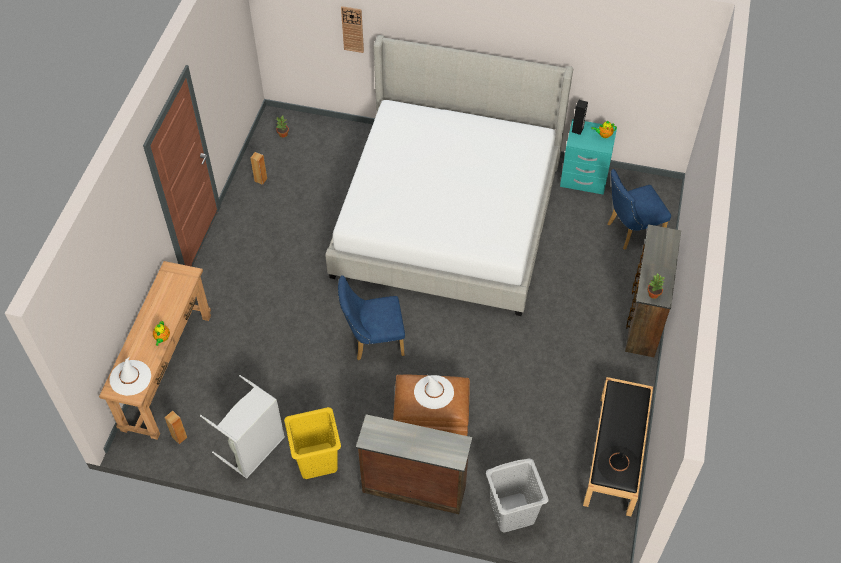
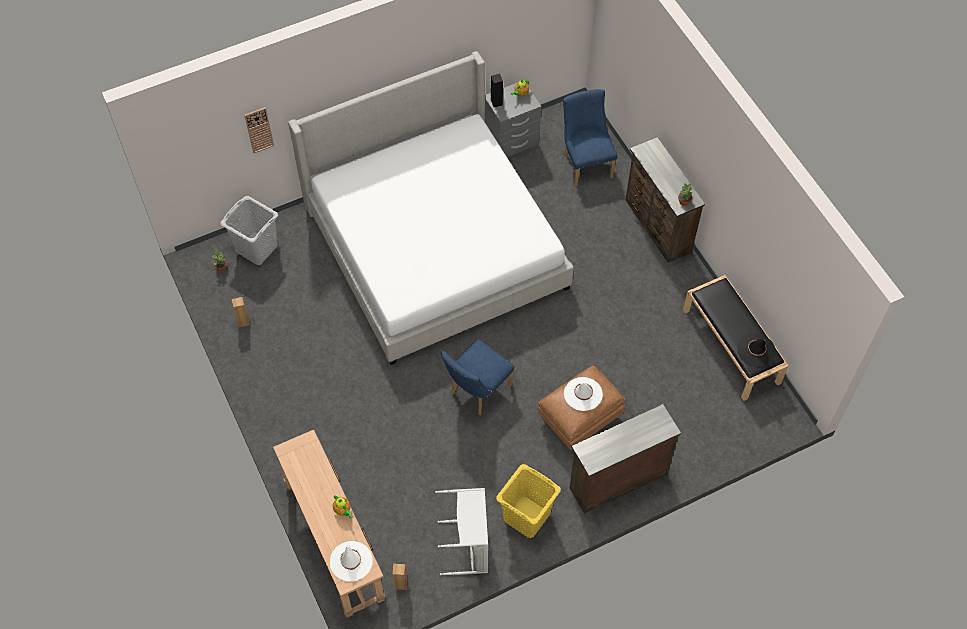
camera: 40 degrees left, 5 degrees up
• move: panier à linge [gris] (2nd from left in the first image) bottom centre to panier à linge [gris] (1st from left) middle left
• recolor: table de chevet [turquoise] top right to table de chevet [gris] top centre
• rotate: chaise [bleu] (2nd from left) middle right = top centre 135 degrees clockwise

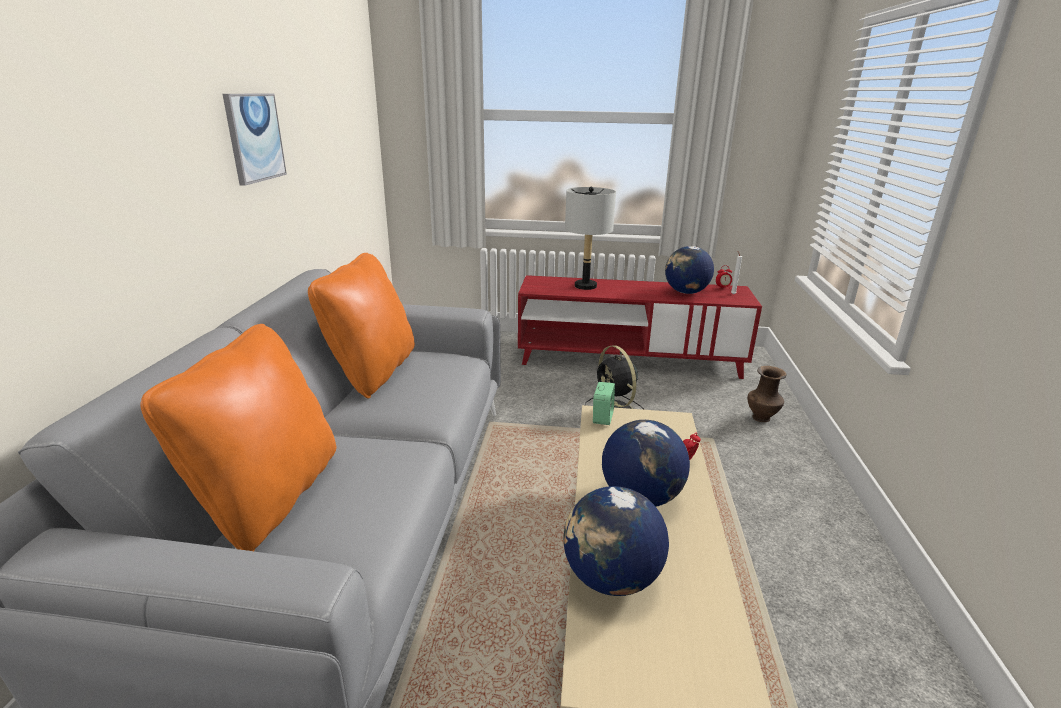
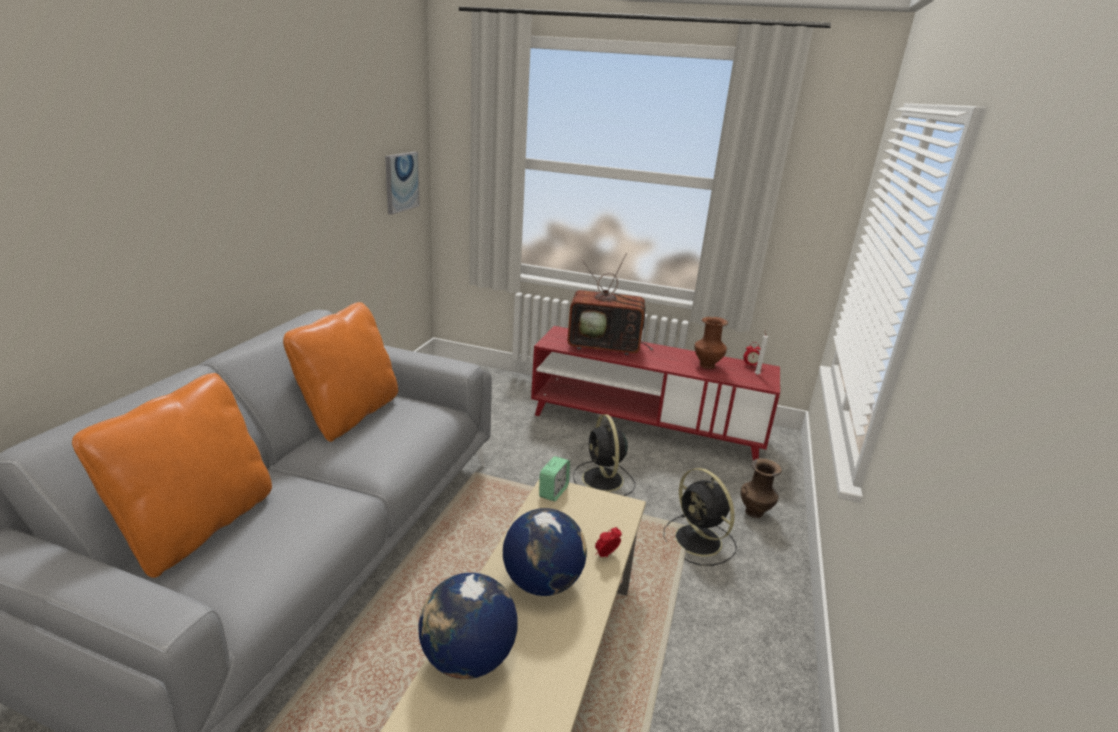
camera: 10 degrees right, 0 degrees up
• insert: ventilateur [noir] (2nd from left) bottom centre
• move: tableau top left to top centre
• replace: lampe de table [gris] centre to téléviseur centre
• replace: globe (3rd from left) centre to vase [marron] (1st from left) centre

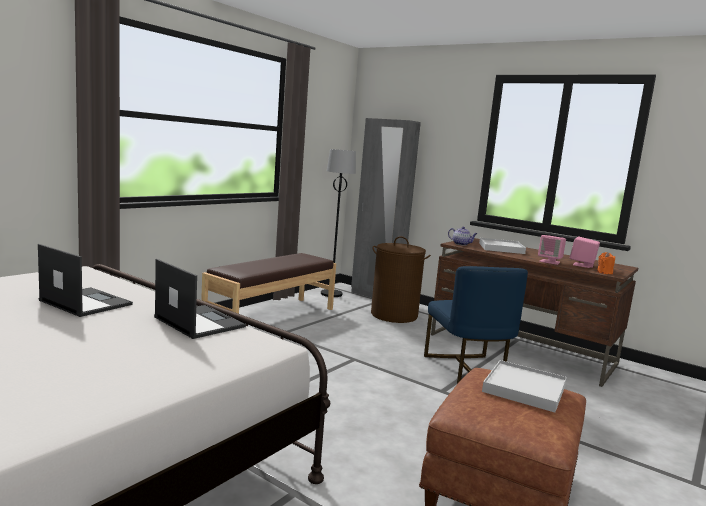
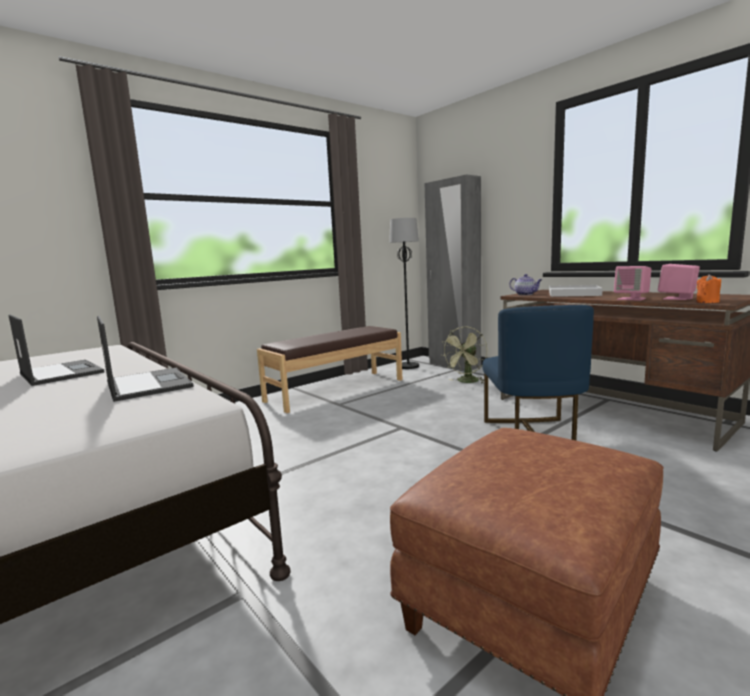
camera: 15 degrees right, 0 degrees up
• delete: plateau [blanc] (2nd from left) bottom right
• replace: panier à linge [marron] centre to ventilateur [vert] centre

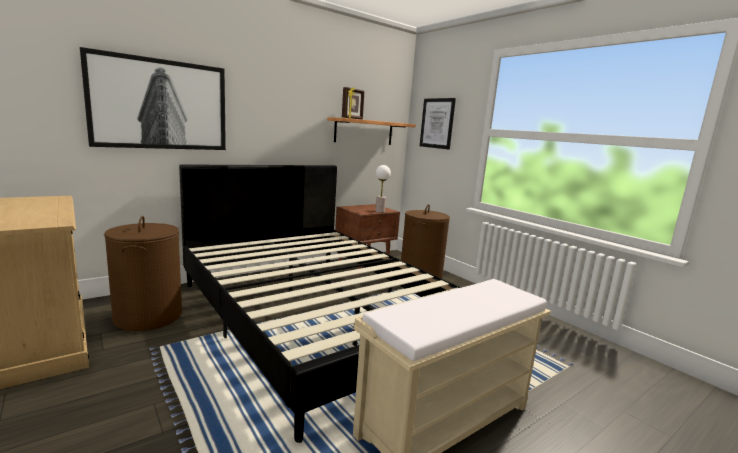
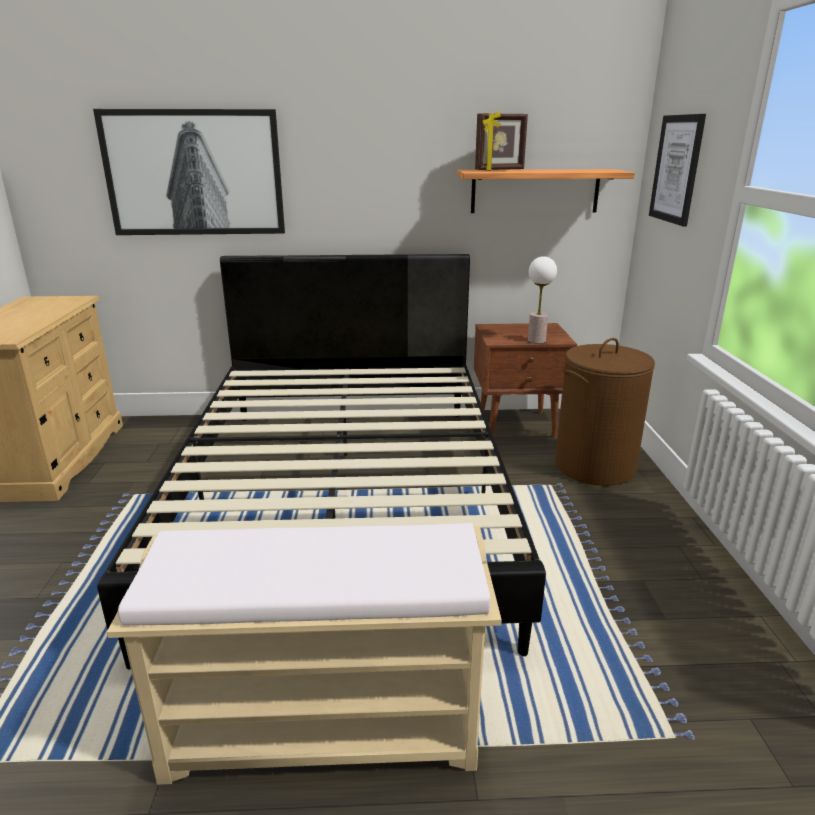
camera: 35 degrees right, 10 degrees up
• delete: panier à linge [marron] (1st from left) middle left

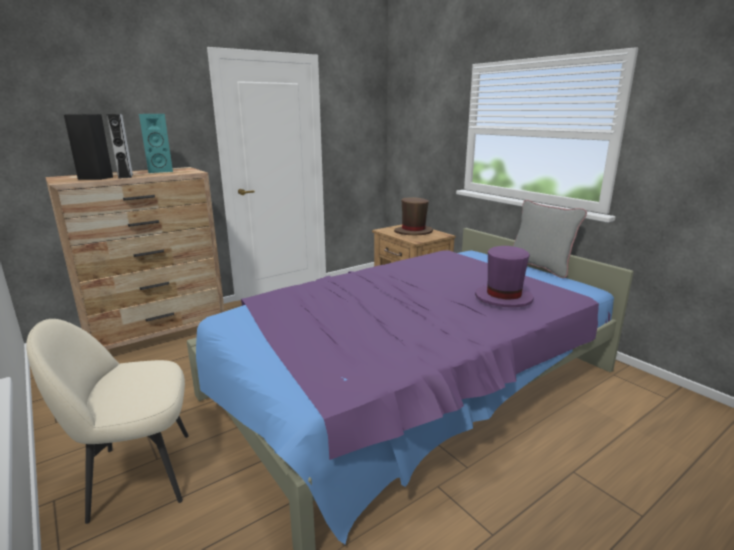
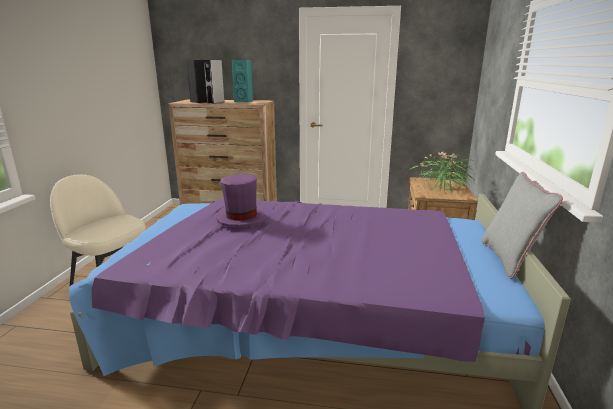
camera: 45 degrees right, 0 degrees up
• move: chapeau [violet] middle right to centre
• replace: chapeau [marron] centre to plante en pot middle right

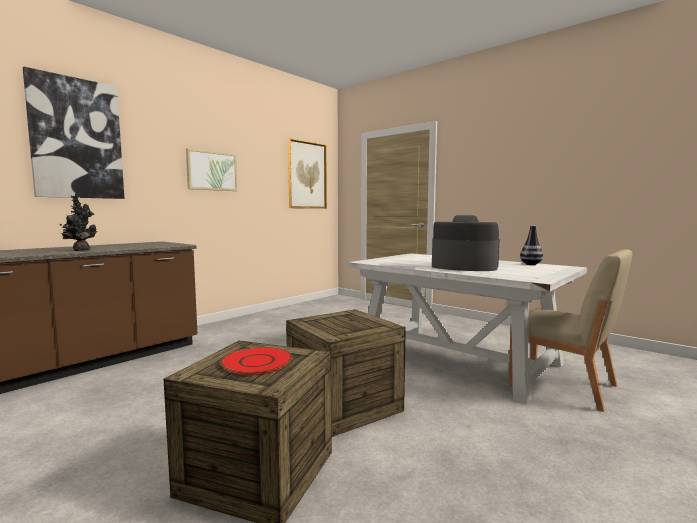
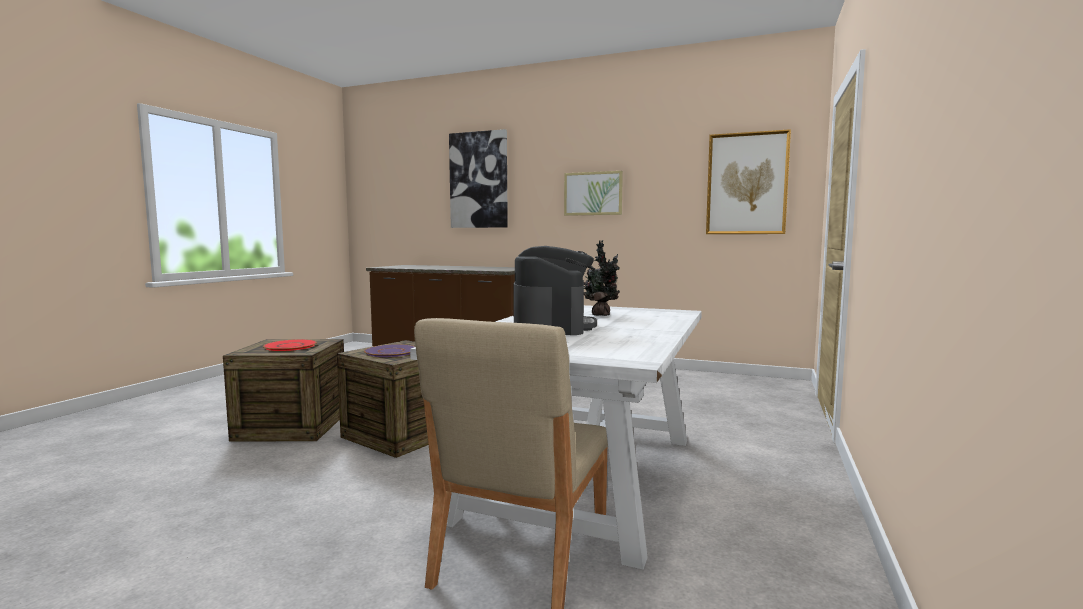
camera: 70 degrees right, 0 degrees up
• delete: vase middle right
• insert: assiette [violet] centre
• move: plante en pot middle left to centre

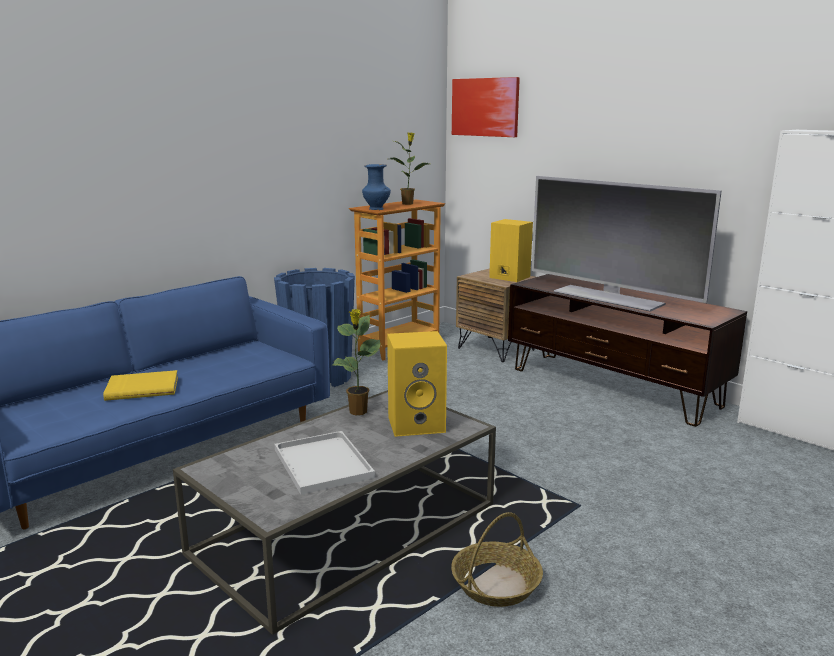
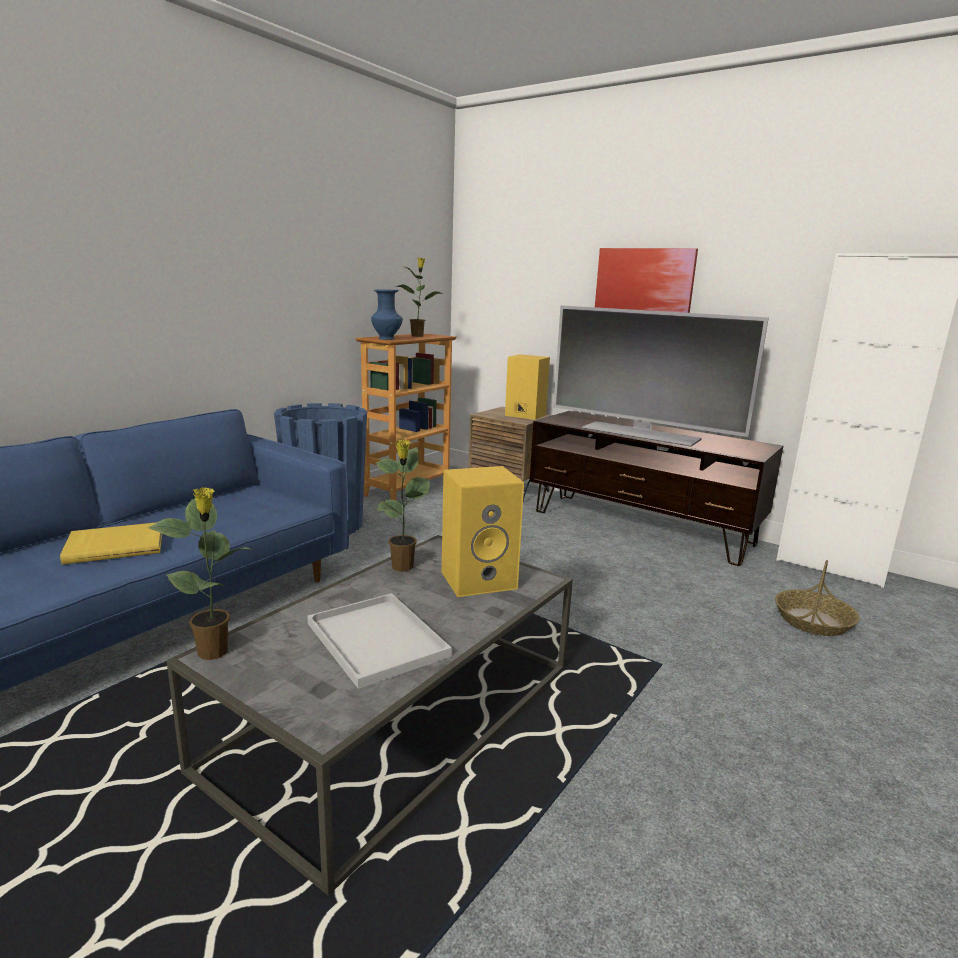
camera: 10 degrees left, 0 degrees up
• insert: plante en pot (1st from left) middle left
• move: panier bottom centre to middle right
• move: tableau top centre to top right

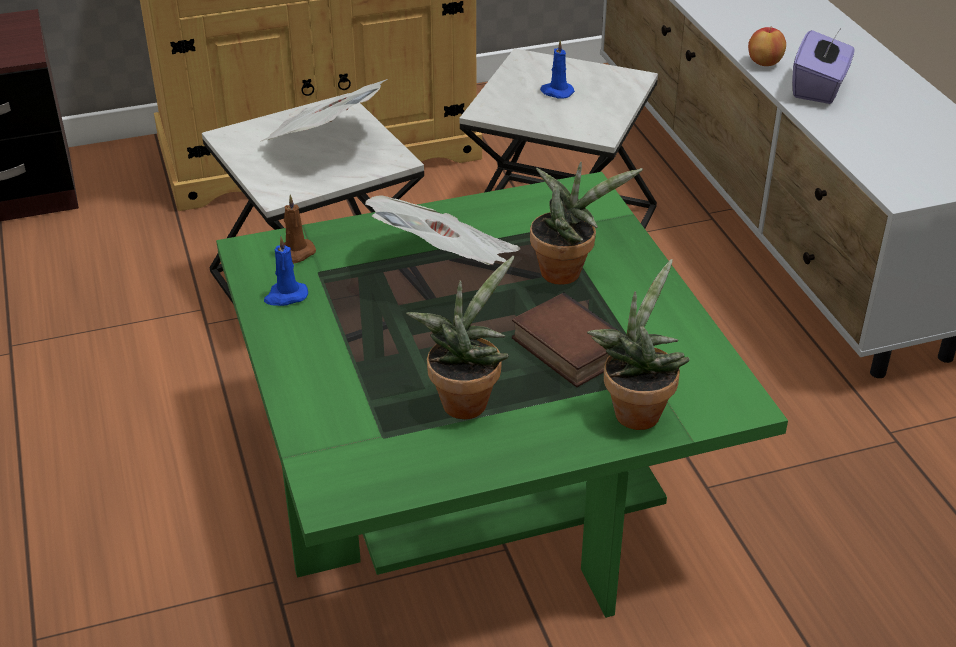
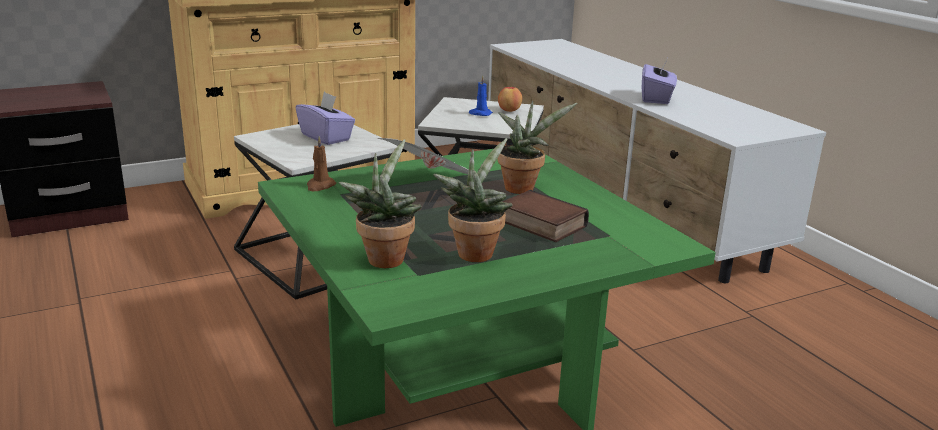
camera: 10 degrees left, 15 degrees down
• delete: bougie [bleu] (1st from left) middle left
• move: plante en pot (3rd from left in the first image) middle right to plante en pot (1st from left) centre
• move: pomme top right to top centre
• replace: journal (1st from left) top centre to boîte à mouchoirs [violet] (1st from left) top centre

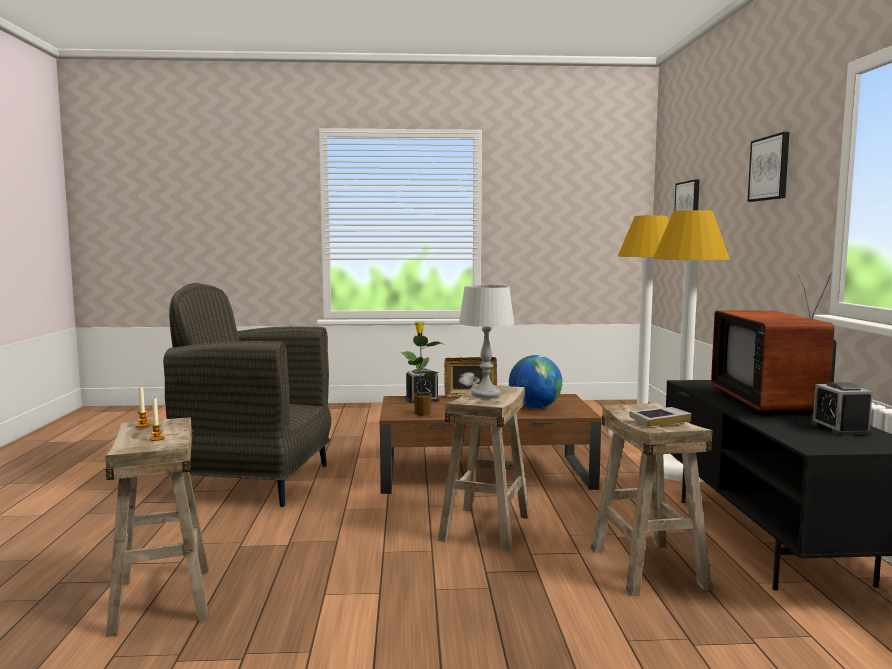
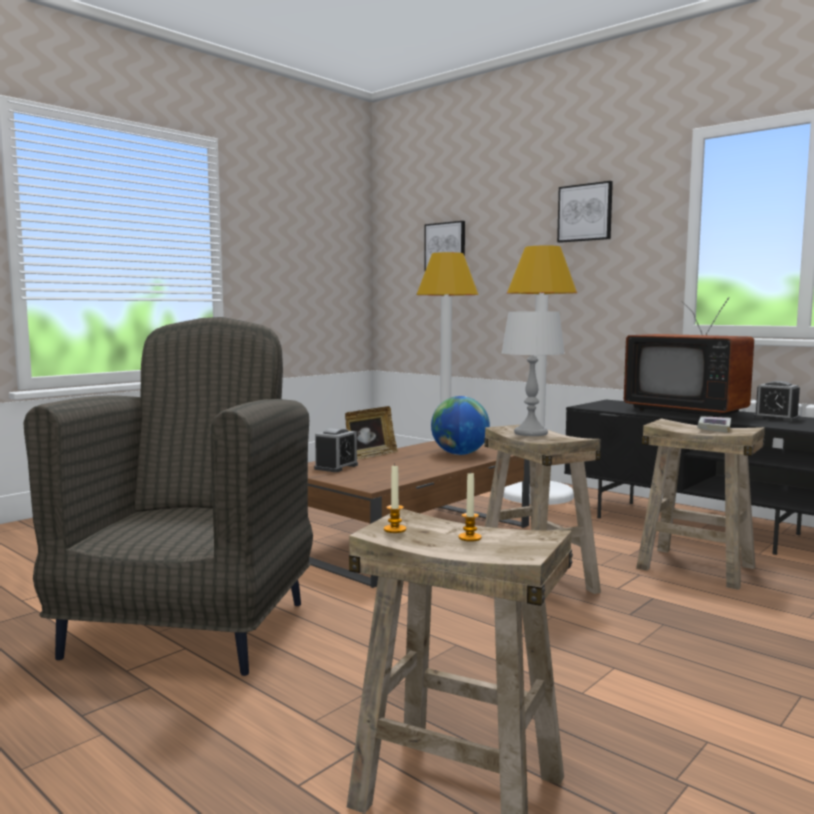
camera: 45 degrees left, 0 degrees up
• delete: plante en pot centre
• rotate: fauteuil [gris] middle left = middle left 135 degrees clockwise

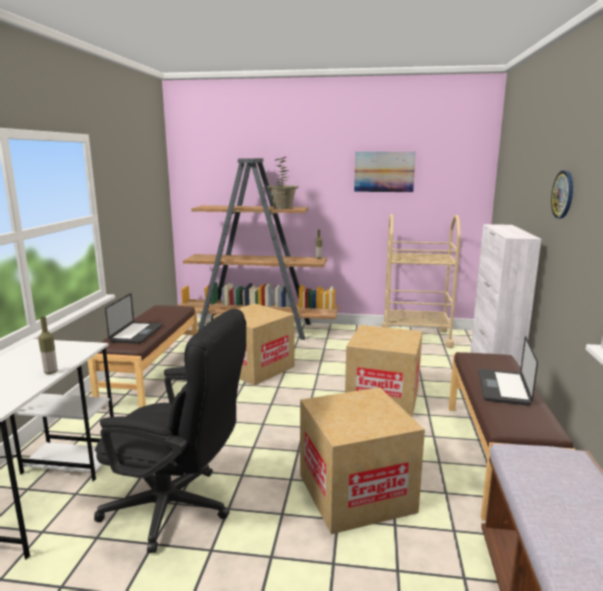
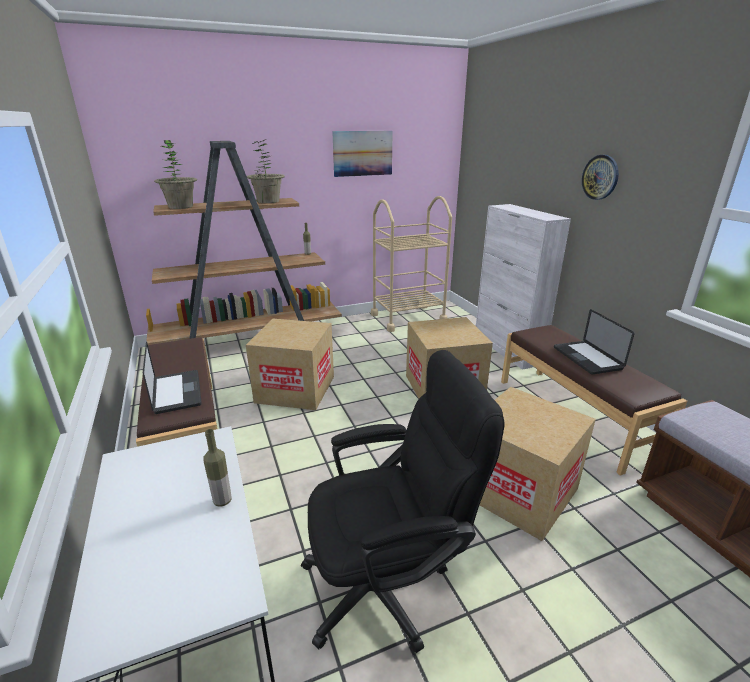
camera: 30 degrees left, 10 degrees up
• insert: plante en pot (1st from left) top left

